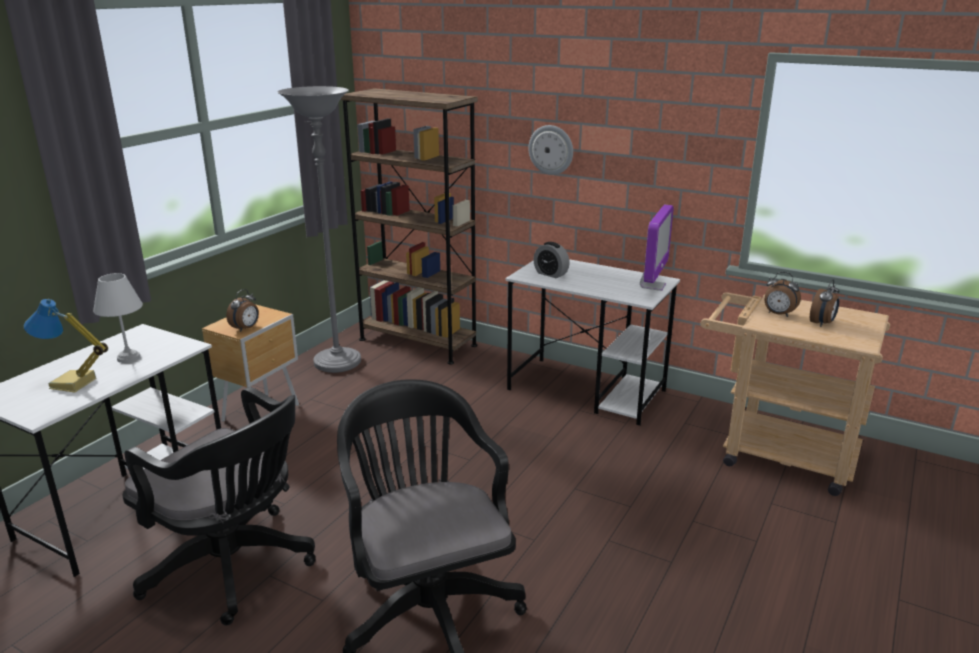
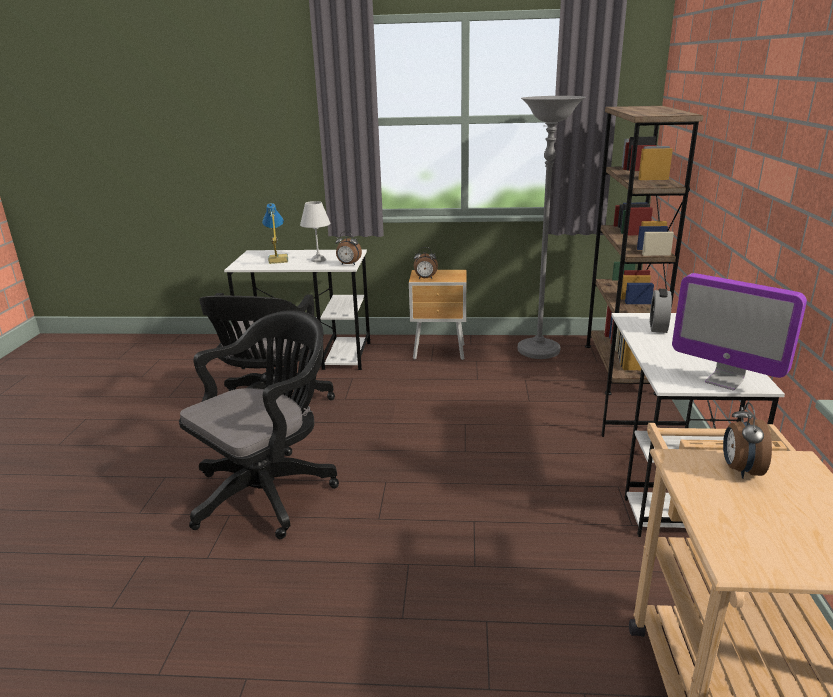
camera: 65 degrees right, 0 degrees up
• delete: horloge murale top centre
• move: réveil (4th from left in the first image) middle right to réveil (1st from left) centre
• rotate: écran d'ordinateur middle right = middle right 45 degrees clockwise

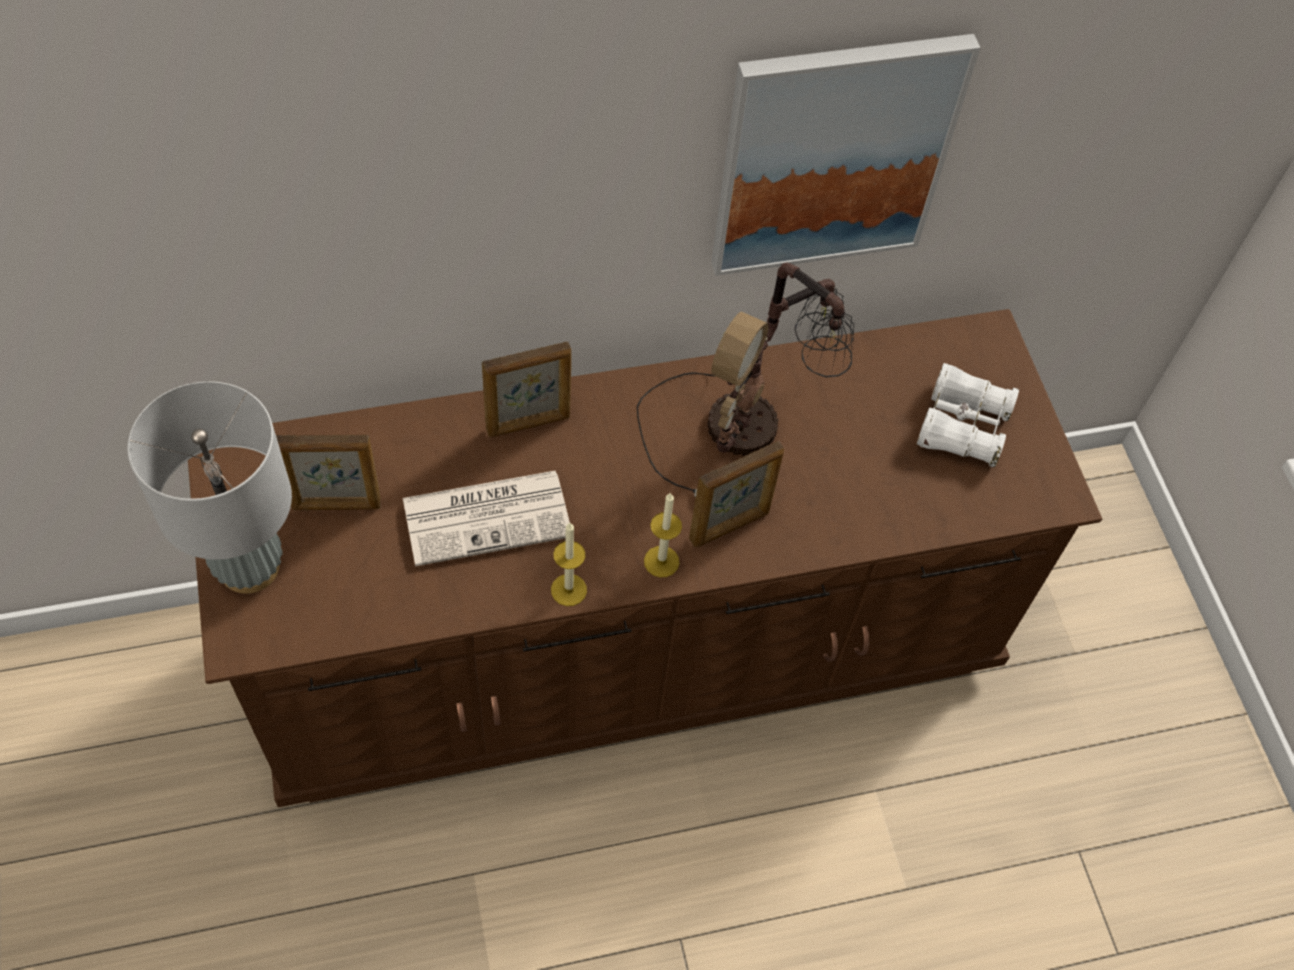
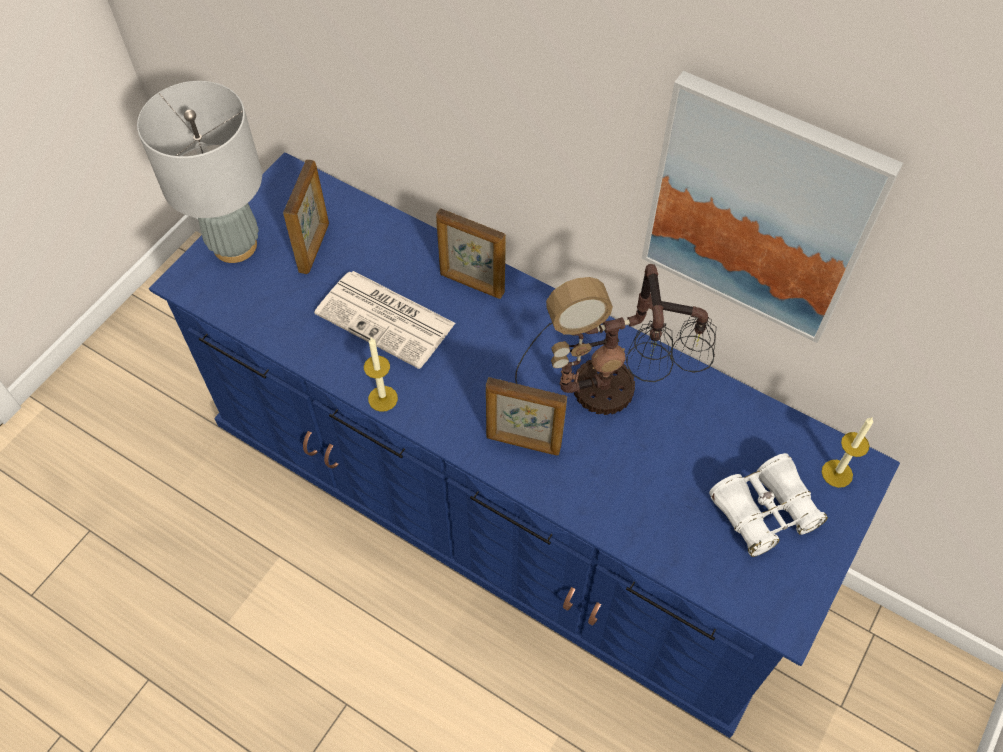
camera: 50 degrees right, 0 degrees up
• move: bougie (2nd from left) centre to middle right
• recolor: commode [marron] centre to commode [bleu] centre
• rotate: cadre photo (1st from left) middle left = top left 120 degrees counterclockwise

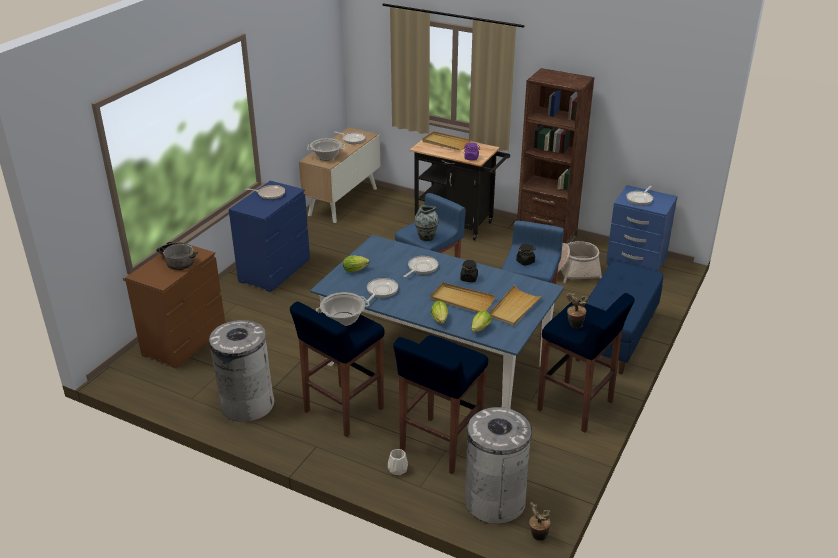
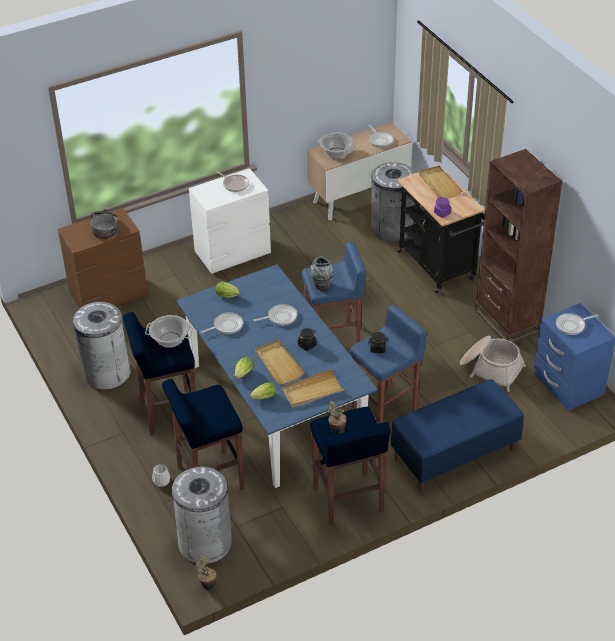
camera: 35 degrees right, 10 degrees up
• insert: poubelle [gris] (3rd from left) top centre
• recolor: commode [bleu] middle left to commode [blanc] centre

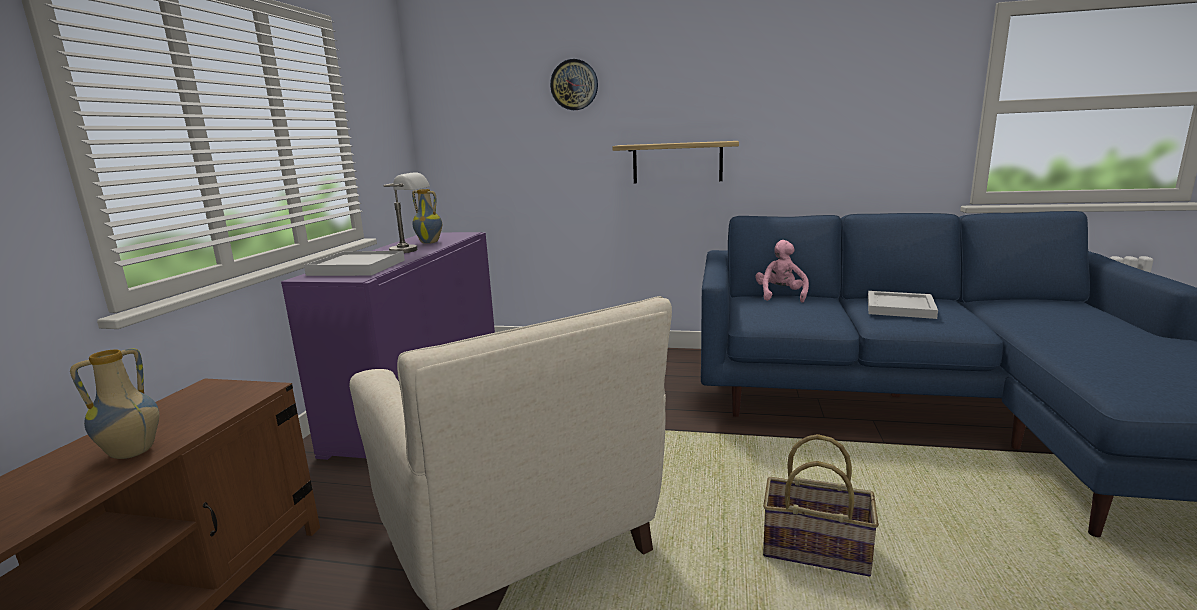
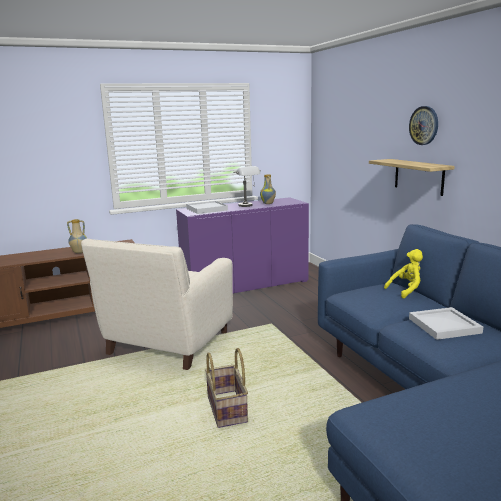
camera: 55 degrees right, 0 degrees up
• move: horloge murale top centre to top right
• recolor: peluche [rose] centre to peluche [jaune] middle right

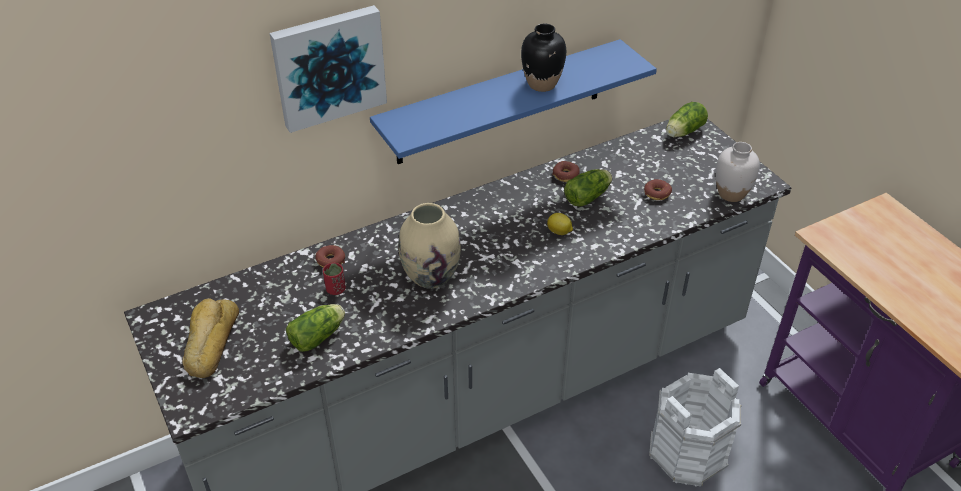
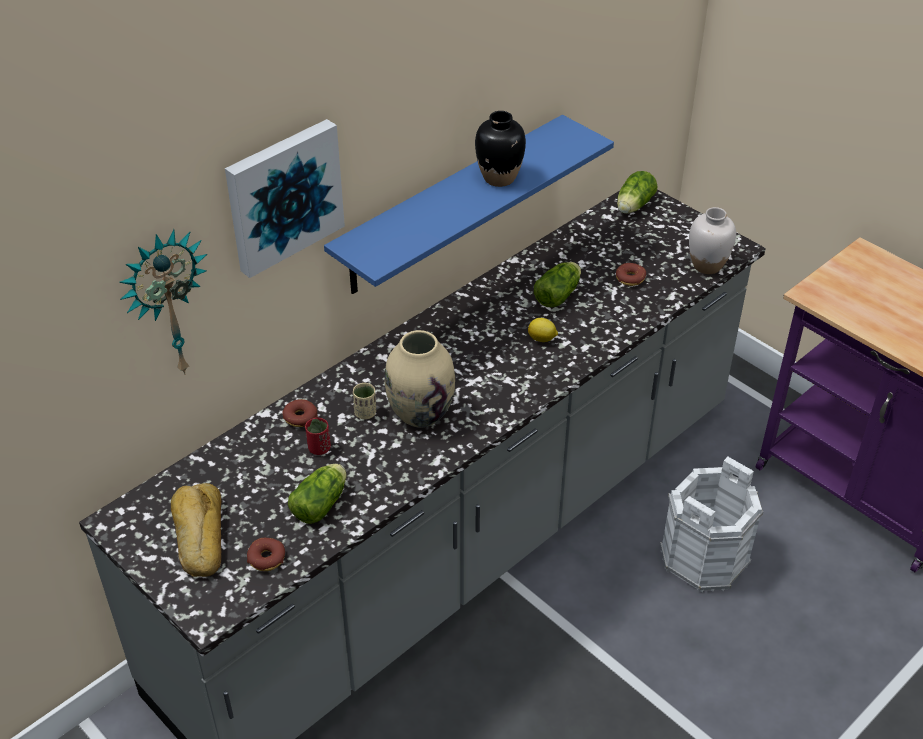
camera: 15 degrees left, 0 degrees up
• insert: horloge murale middle left
• insert: tasse [beige] centre
• move: beignet (2nd from left in the first image) centre to beignet (1st from left) bottom left

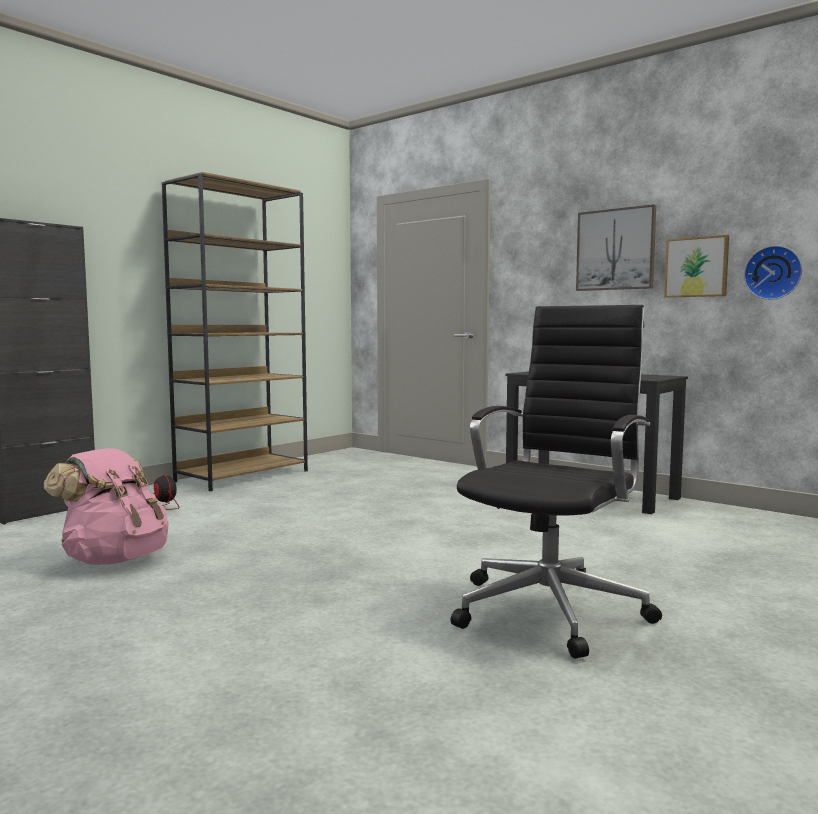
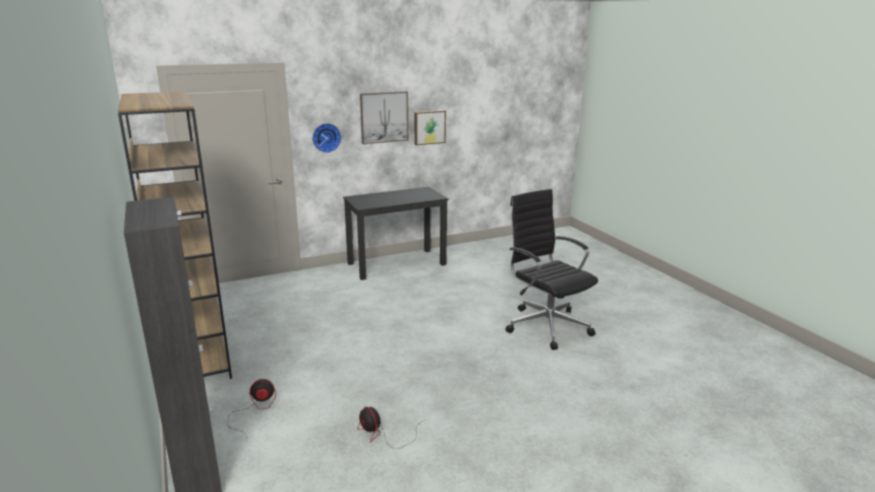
camera: 65 degrees left, 15 degrees up
• move: horloge murale middle right to top centre
• replace: sac à dos [rose] middle left to ventilateur (2nd from left) bottom centre

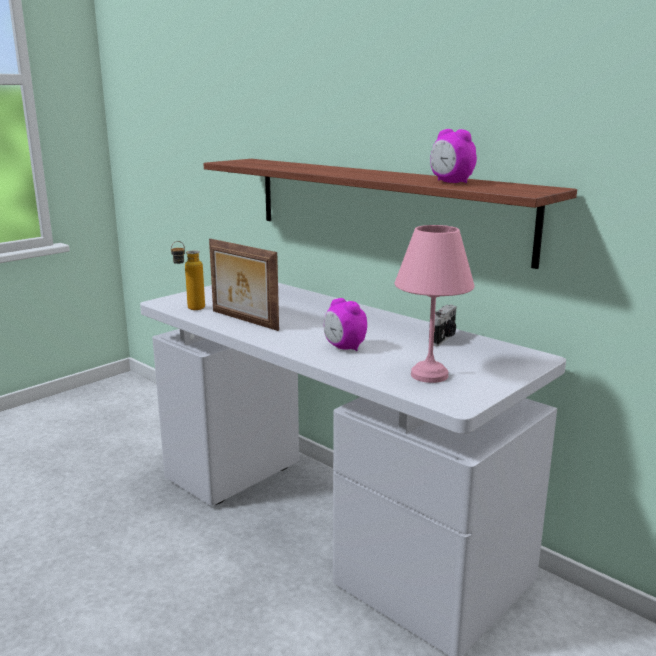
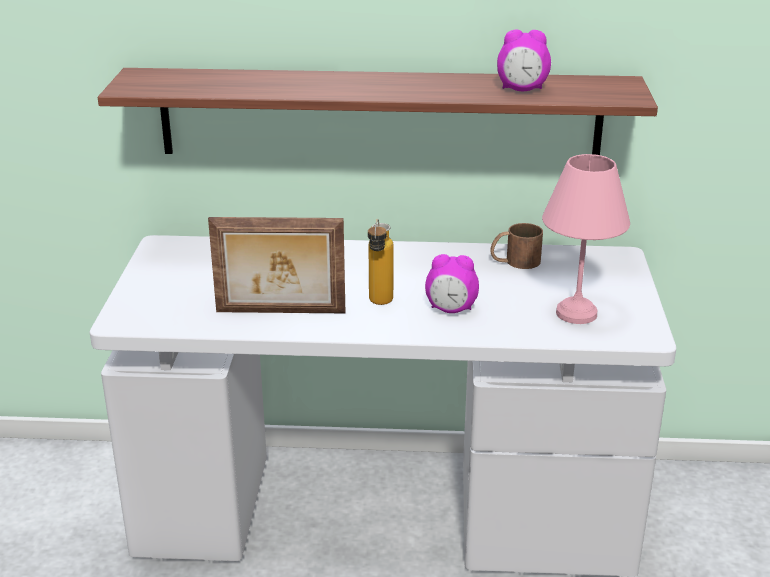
camera: 40 degrees left, 10 degrees up
• move: bouteille middle left to centre
• replace: appareil photo middle right to mug [marron] middle right

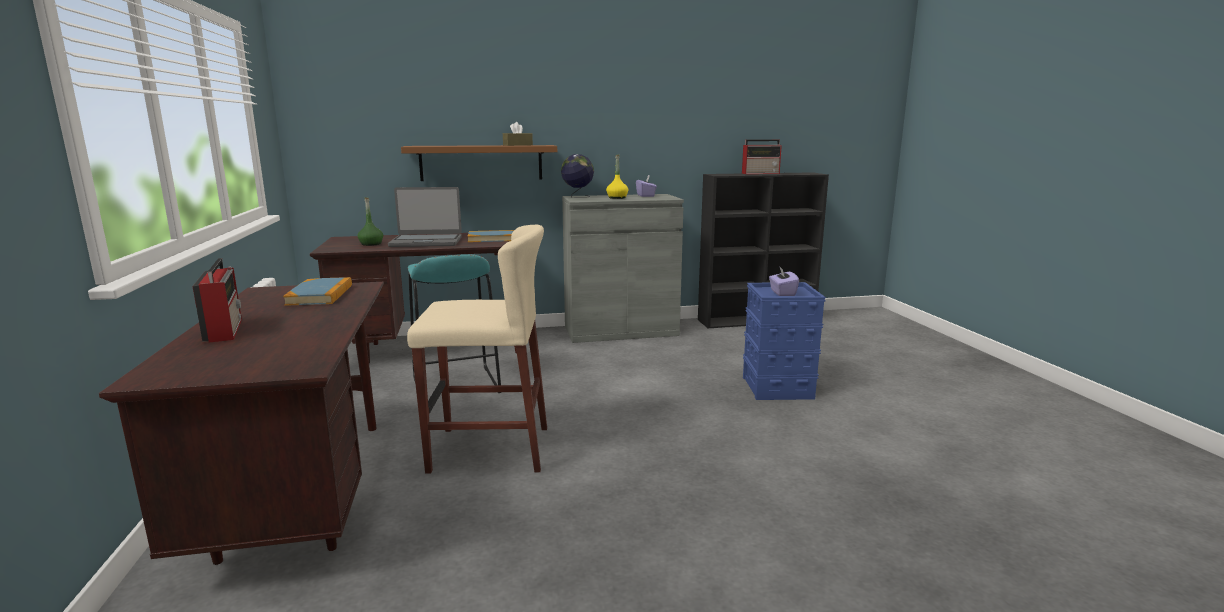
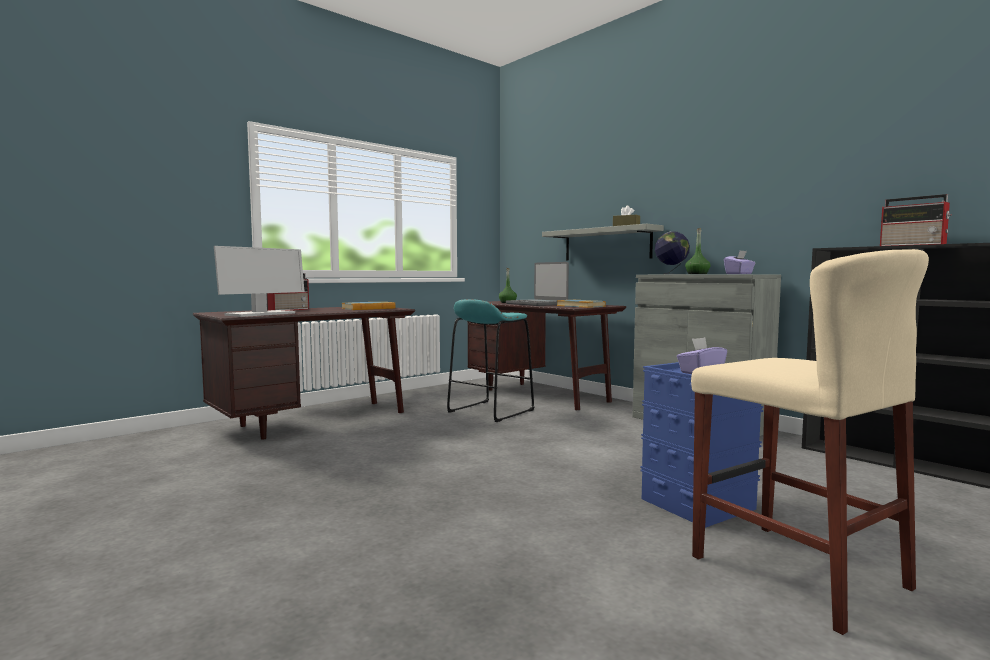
camera: 60 degrees right, 10 degrees down
• insert: écran d'ordinateur middle left
• move: tabouret [beige] centre to bottom right
• recolor: étagère [marron] top centre to étagère [gris] centre
• recolor: bouteille [jaune] top centre to bouteille [vert] (2nd from left) middle right

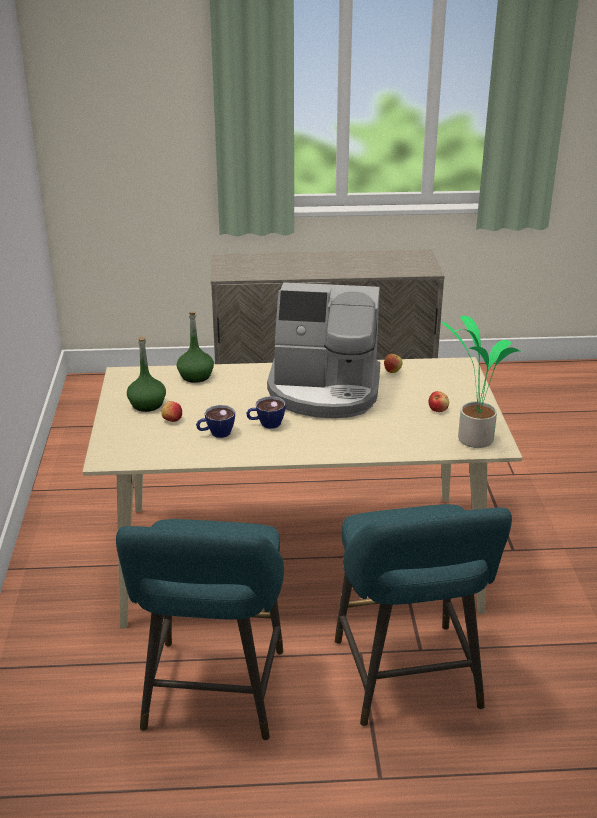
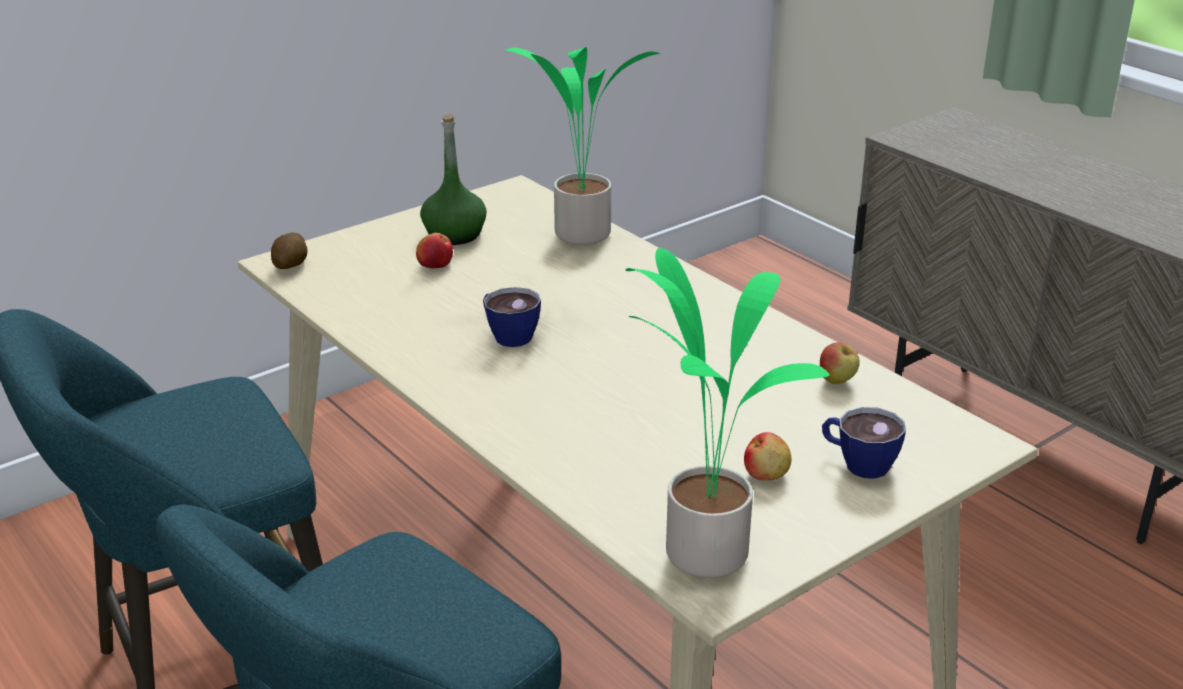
camera: 55 degrees right, 0 degrees up
• delete: machine à café centre
• insert: pomme de terre middle left
• move: tasse (1st from left in the first image) centre to tasse (2nd from left) middle right
• replace: bouteille [vert] (2nd from left) middle left to plante en pot (1st from left) top centre

